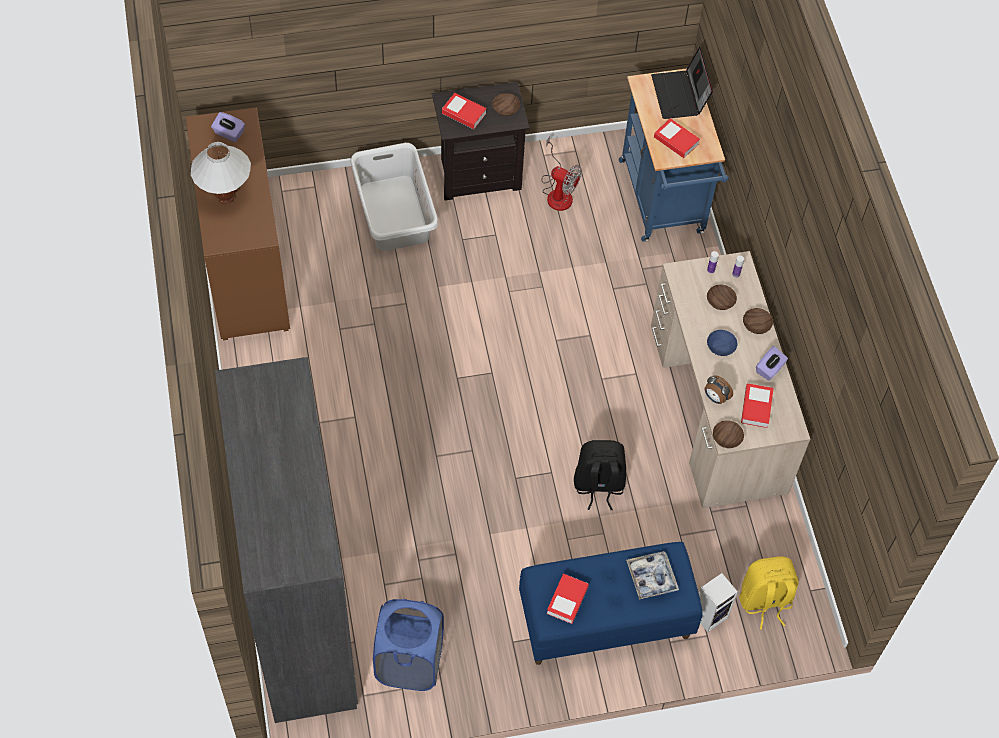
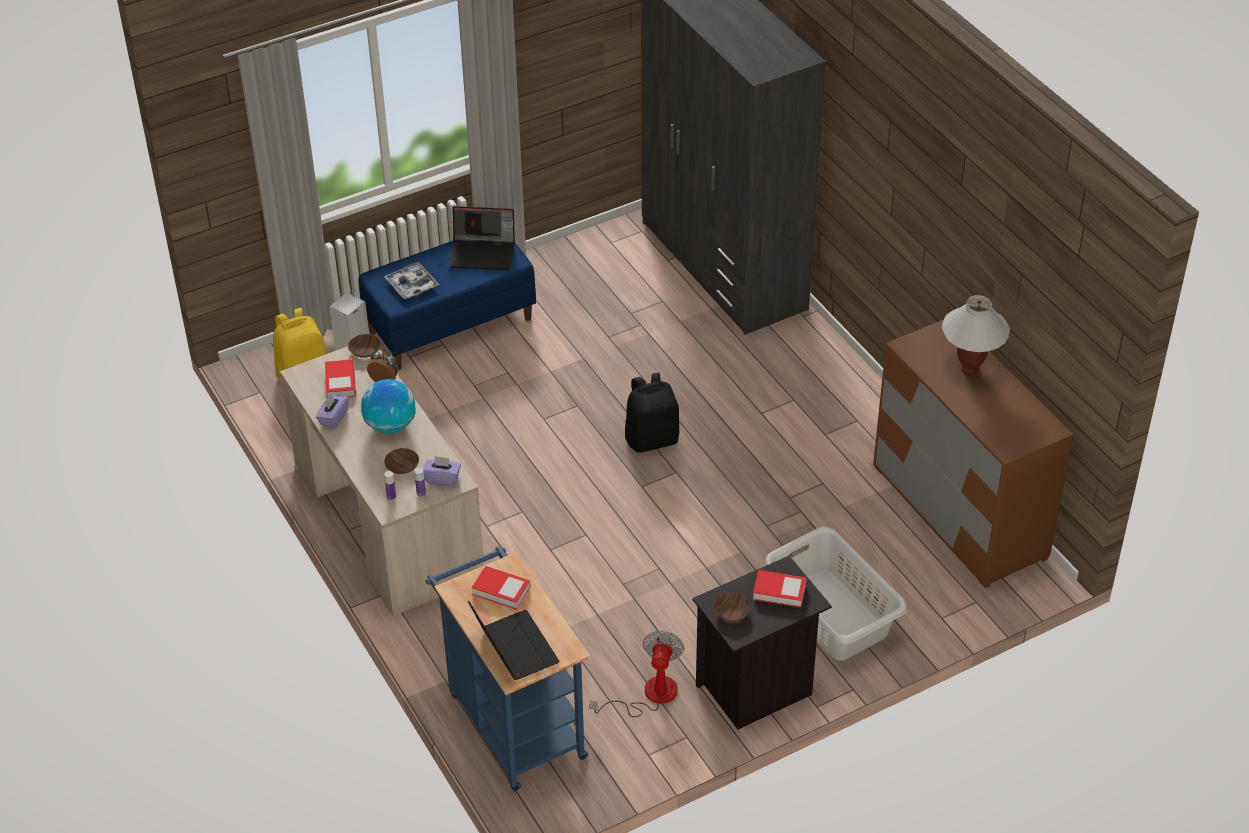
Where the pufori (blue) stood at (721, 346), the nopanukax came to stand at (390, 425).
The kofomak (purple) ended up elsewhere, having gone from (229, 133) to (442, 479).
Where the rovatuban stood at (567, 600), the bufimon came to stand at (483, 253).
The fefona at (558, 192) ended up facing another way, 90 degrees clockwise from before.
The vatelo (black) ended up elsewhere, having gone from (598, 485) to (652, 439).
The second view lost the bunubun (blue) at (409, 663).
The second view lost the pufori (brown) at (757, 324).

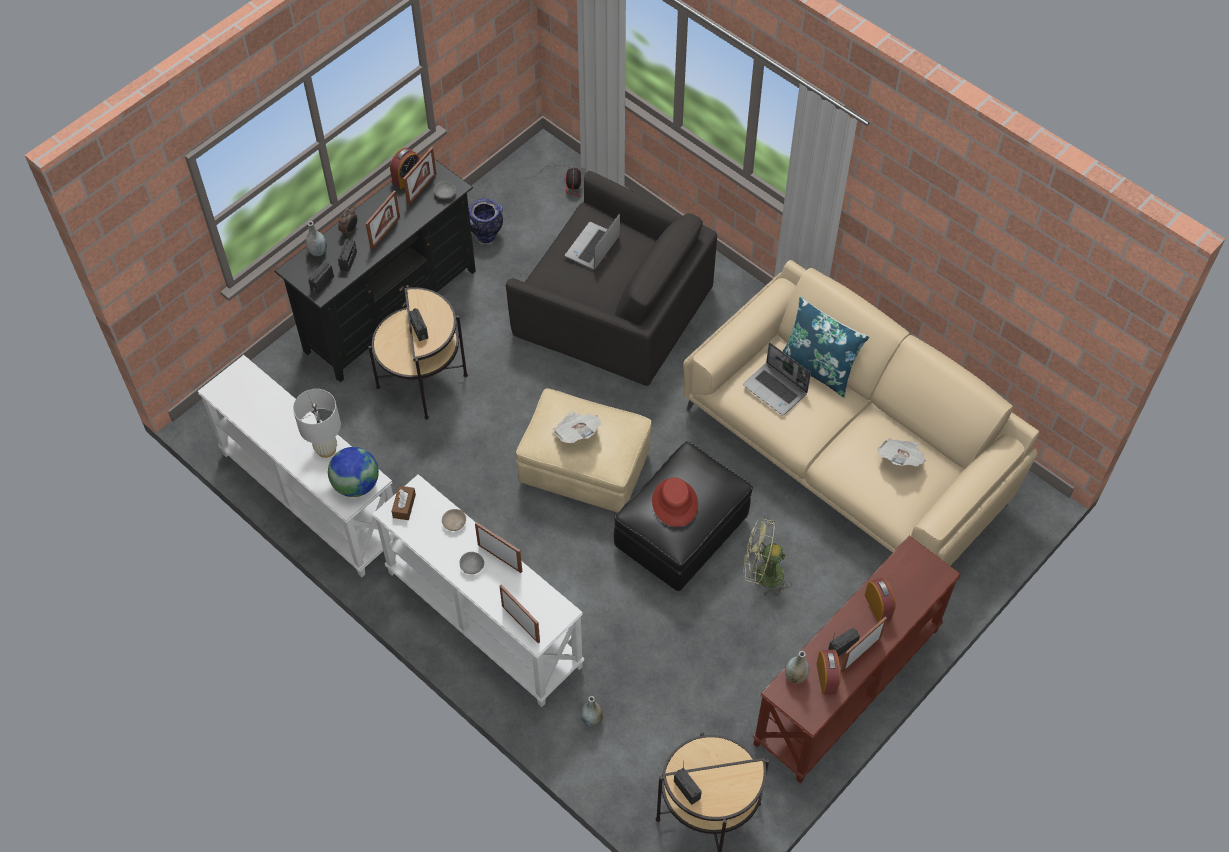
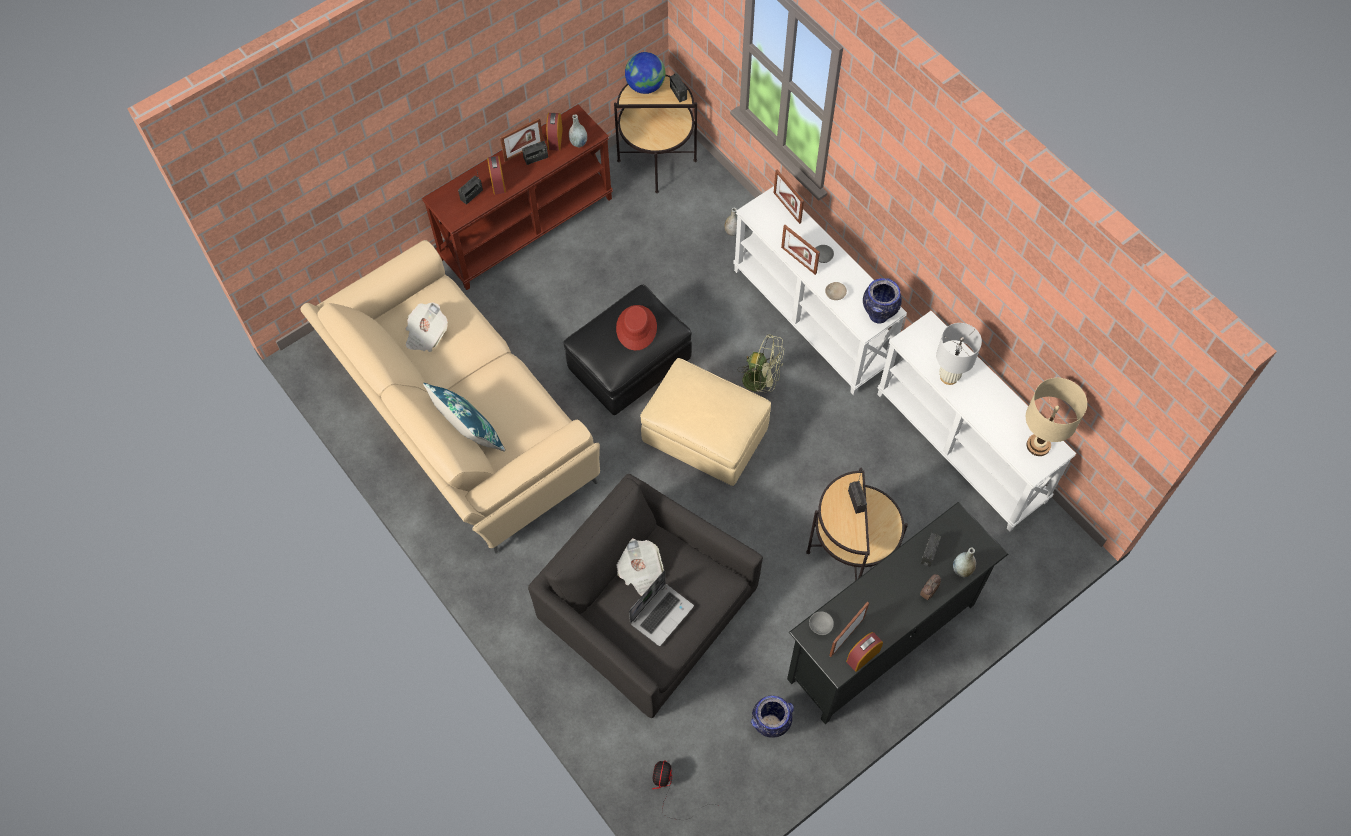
The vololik ended up elsewhere, having gone from (322, 283) to (471, 195).
The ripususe ended up elsewhere, having gone from (577, 433) to (640, 572).
The nopanukax ended up elsewhere, having gone from (356, 484) to (645, 86).
The fefona (green) ended up elsewhere, having gone from (762, 575) to (761, 381).
Where the kofomak (brown) stood at (404, 506), the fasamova came to stand at (878, 315).
The second view gained the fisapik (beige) at (1038, 445).
The second view lost the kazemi at (385, 233).
The second view lost the bufimon at (776, 389).

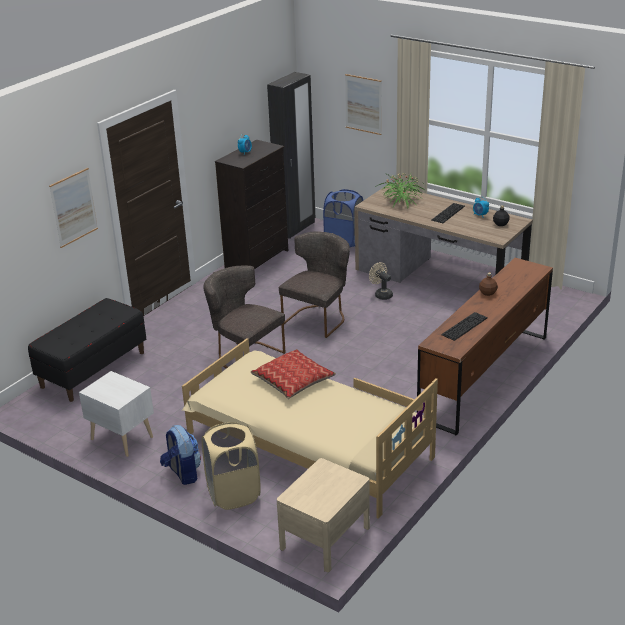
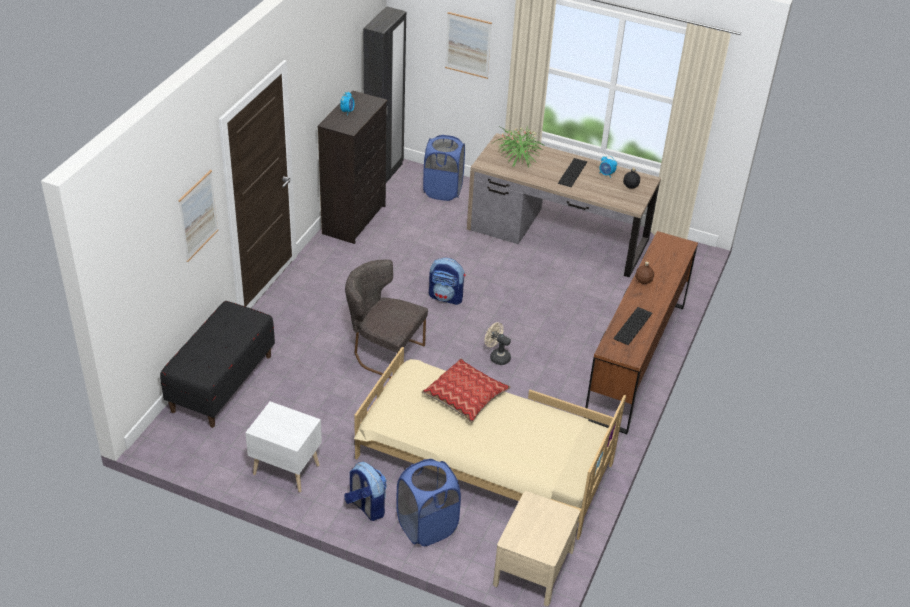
What was the bunubun (beige) at (233, 494) turned into the bunubun (blue) at (427, 526).
Where the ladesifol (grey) stood at (318, 318), the vatelo came to stand at (446, 297).
The fefona (beige) ended up elsewhere, having gone from (381, 294) to (497, 356).

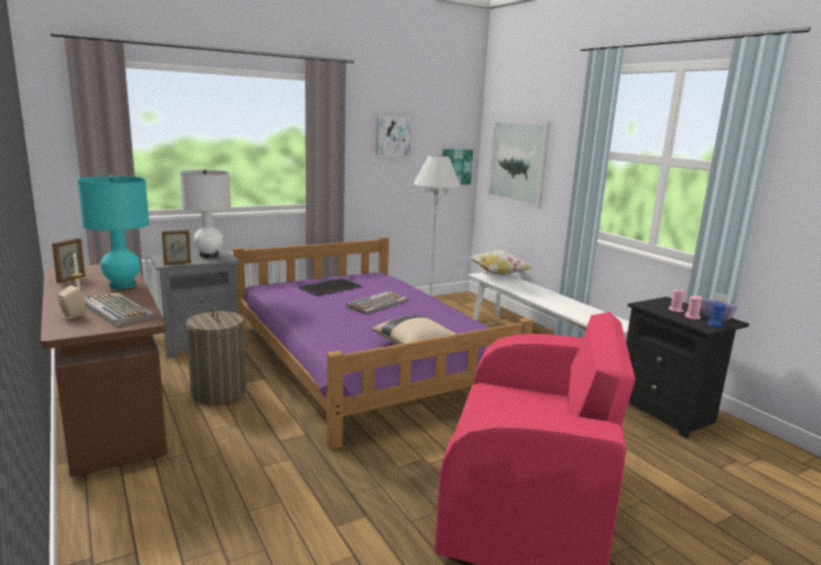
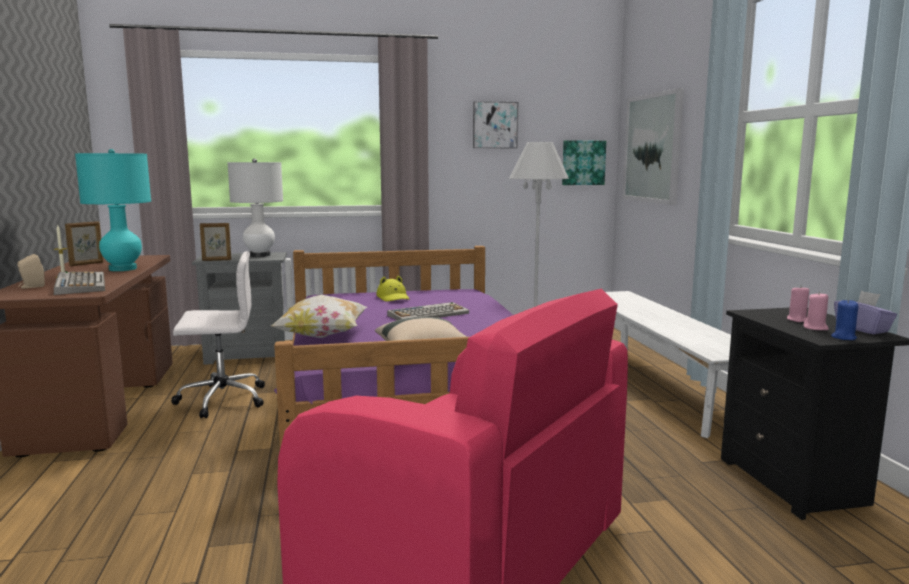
Where the bunubun stood at (219, 392), the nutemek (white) came to stand at (221, 399).
The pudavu ended up elsewhere, having gone from (498, 274) to (323, 336).
Where the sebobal stood at (330, 287), the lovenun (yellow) came to stand at (393, 298).

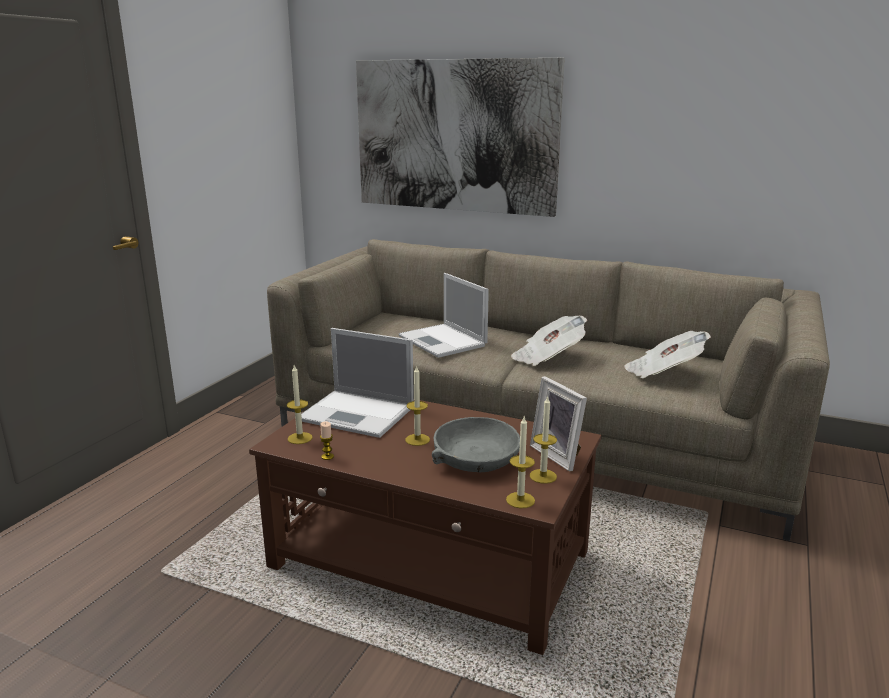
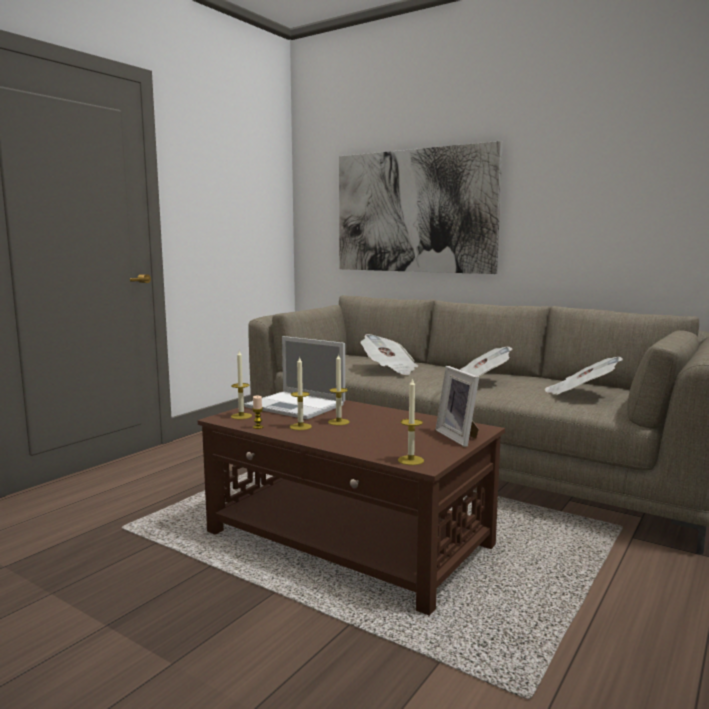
The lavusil ended up elsewhere, having gone from (543, 476) to (300, 427).
Where the bufimon stood at (443, 341), the ripususe came to stand at (389, 370).
The second view lost the pufori (grey) at (476, 458).

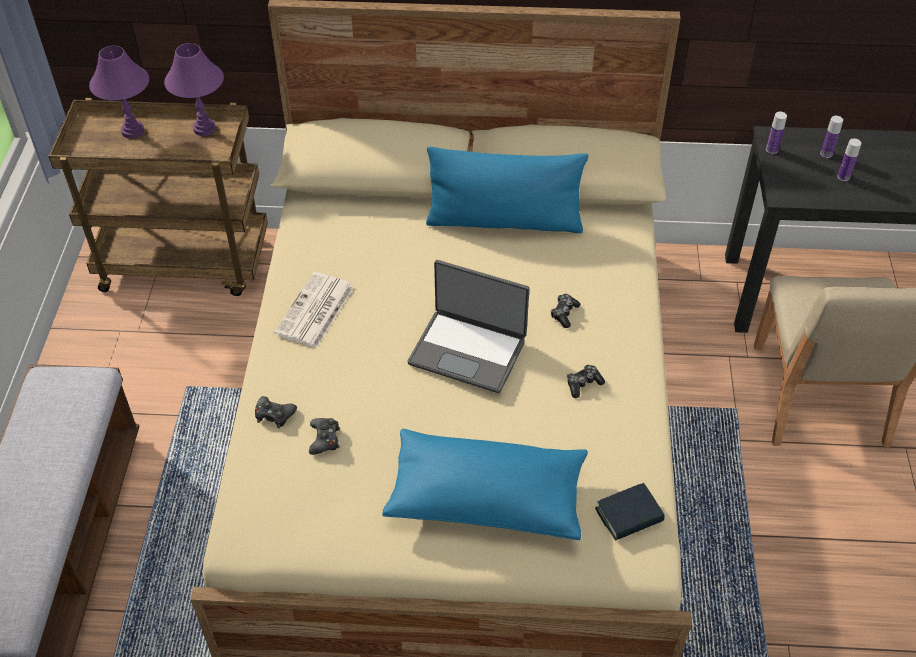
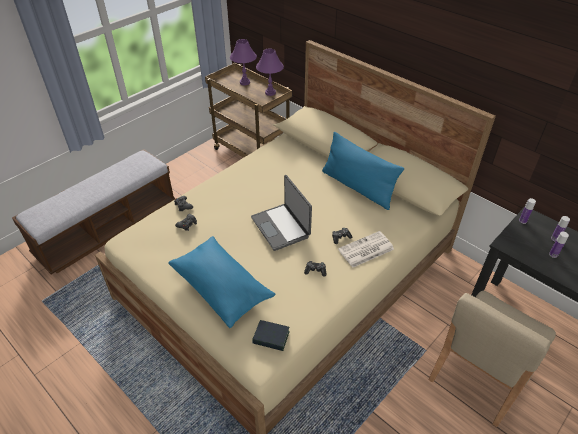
The ripususe ended up elsewhere, having gone from (315, 311) to (365, 250).

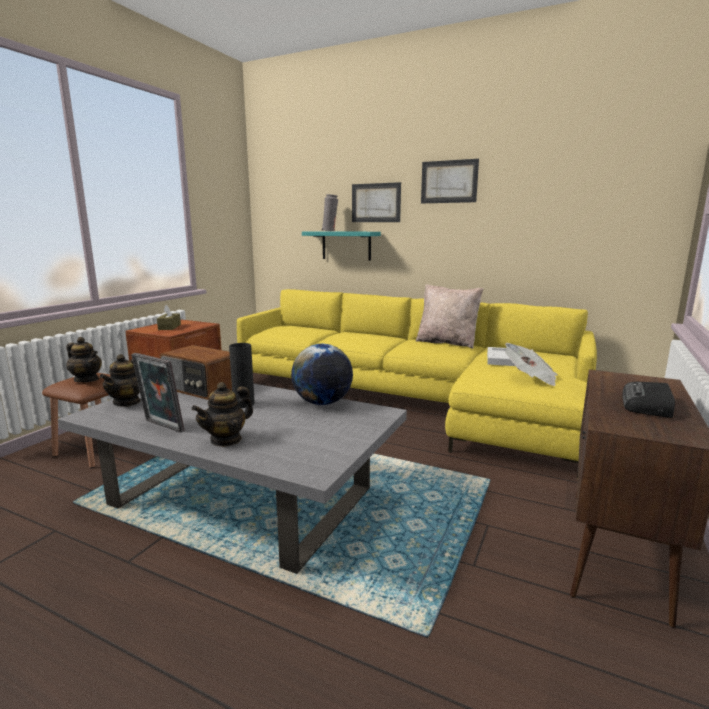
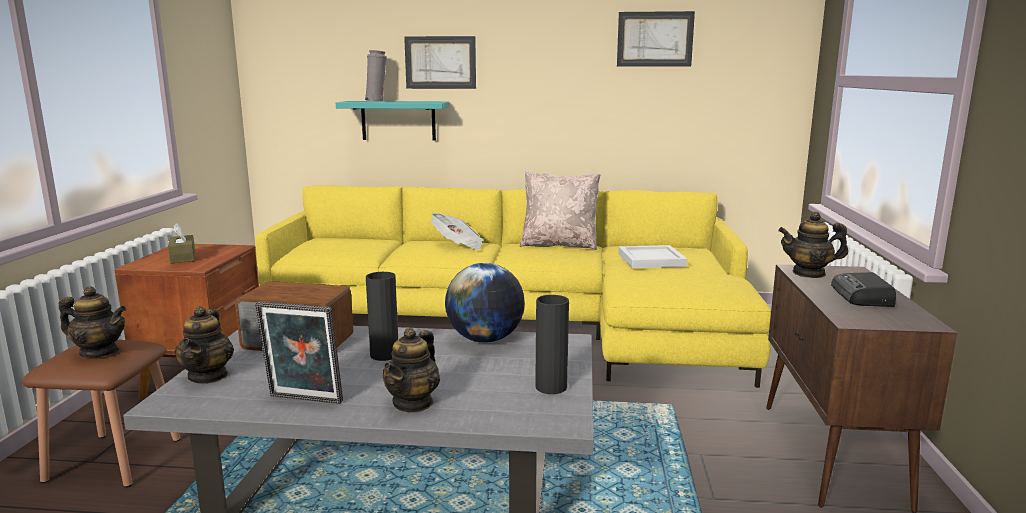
The ripususe ended up elsewhere, having gone from (530, 378) to (458, 246).
The second view gained the fasamova (black) at (551, 387).
The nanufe ended up elsewhere, having gone from (449, 181) to (655, 39).
The second view gained the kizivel at (809, 273).

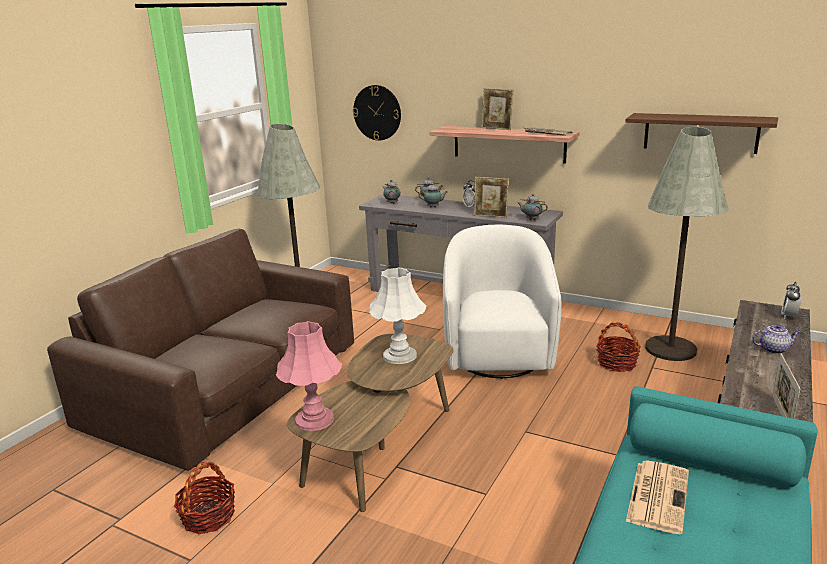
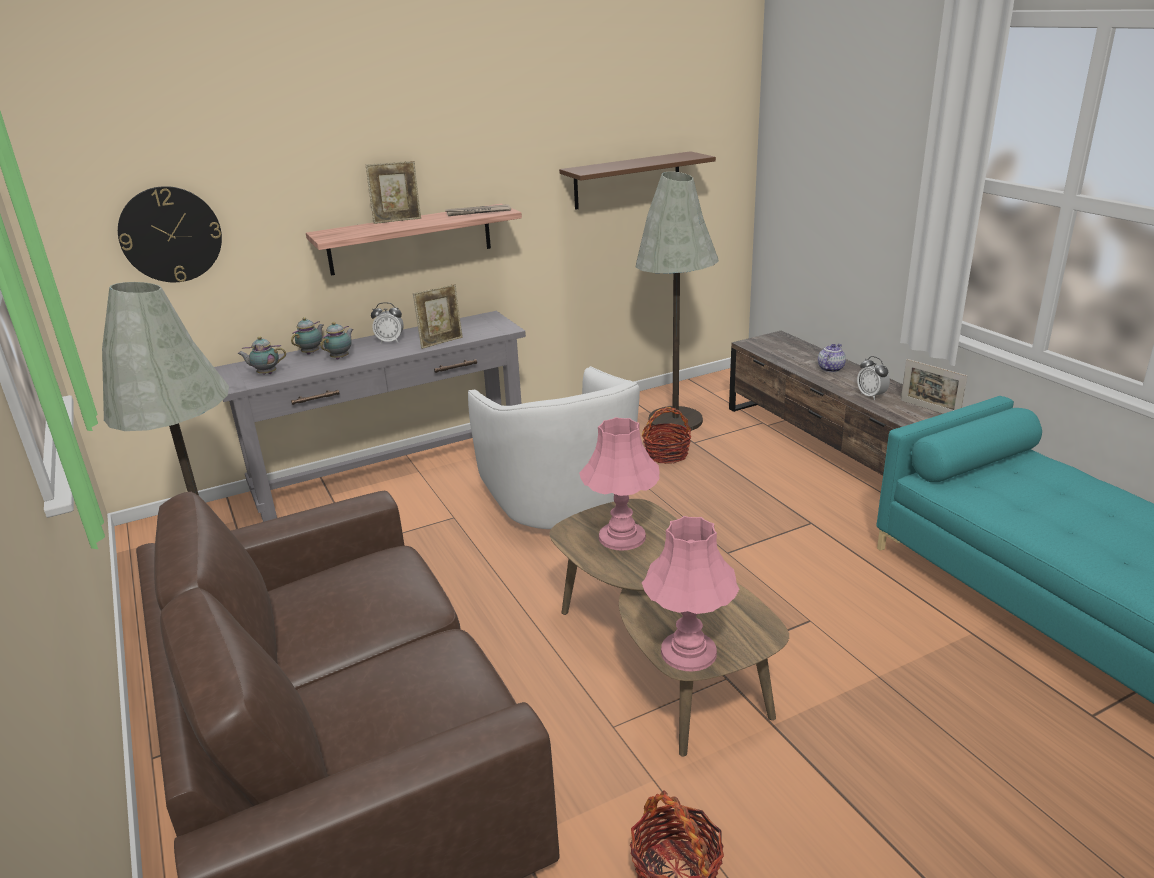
The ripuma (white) at (498, 353) ended up facing another way, 150 degrees counterclockwise from before.
What was the fisapik (white) at (399, 355) turned into the fisapik (pink) at (621, 537).
The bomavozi ended up elsewhere, having gone from (789, 316) to (871, 396).
The second view lost the kizivel at (531, 219).
The second view lost the ripususe at (657, 495).

